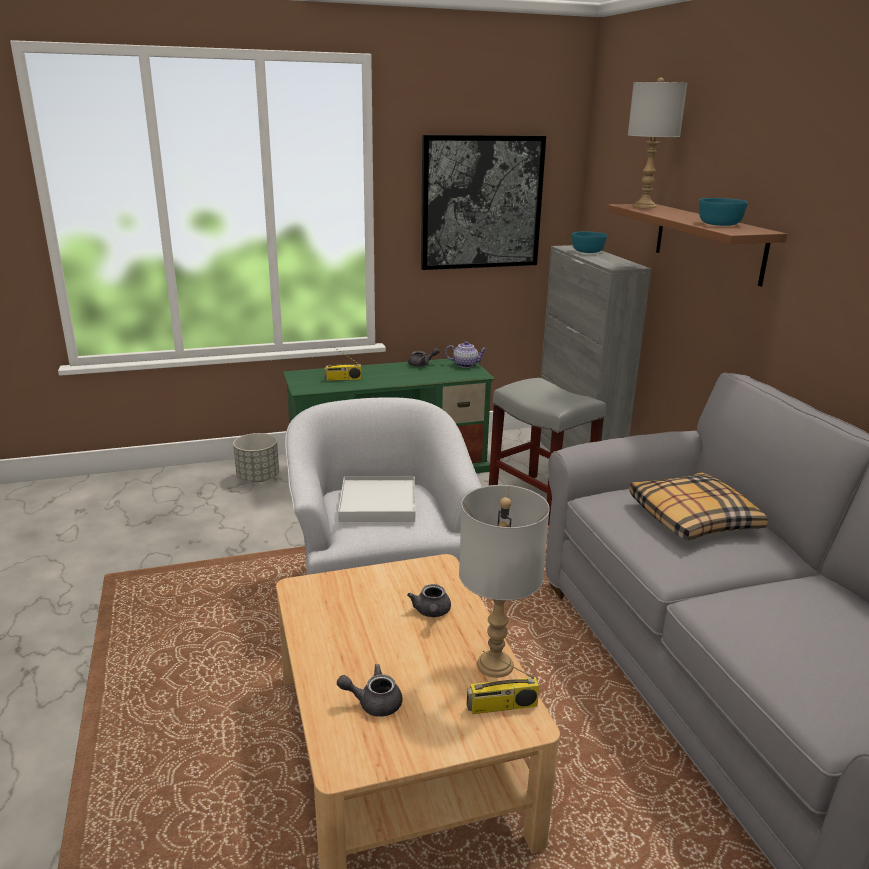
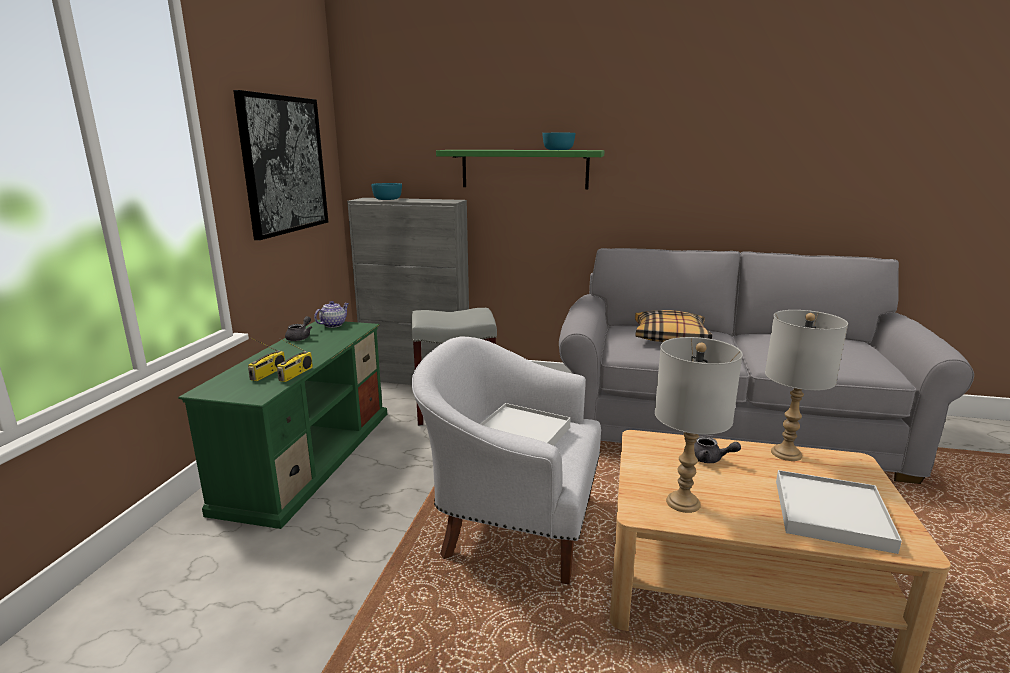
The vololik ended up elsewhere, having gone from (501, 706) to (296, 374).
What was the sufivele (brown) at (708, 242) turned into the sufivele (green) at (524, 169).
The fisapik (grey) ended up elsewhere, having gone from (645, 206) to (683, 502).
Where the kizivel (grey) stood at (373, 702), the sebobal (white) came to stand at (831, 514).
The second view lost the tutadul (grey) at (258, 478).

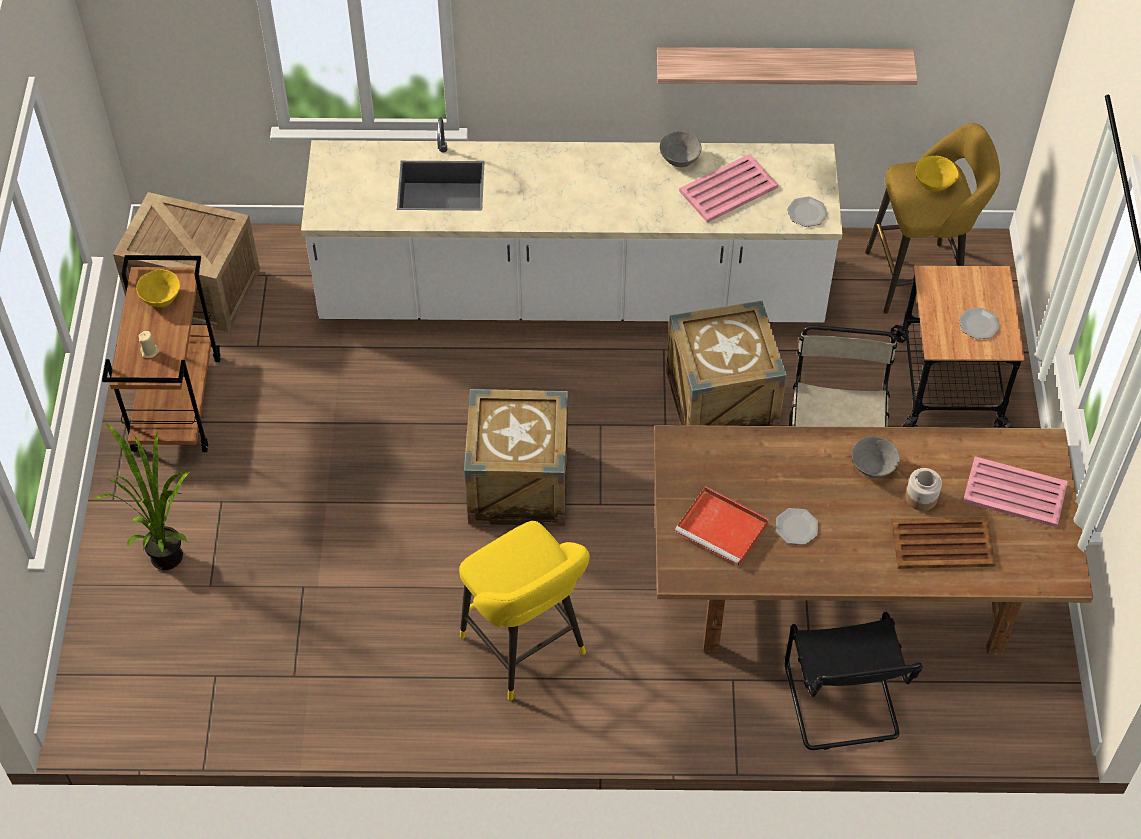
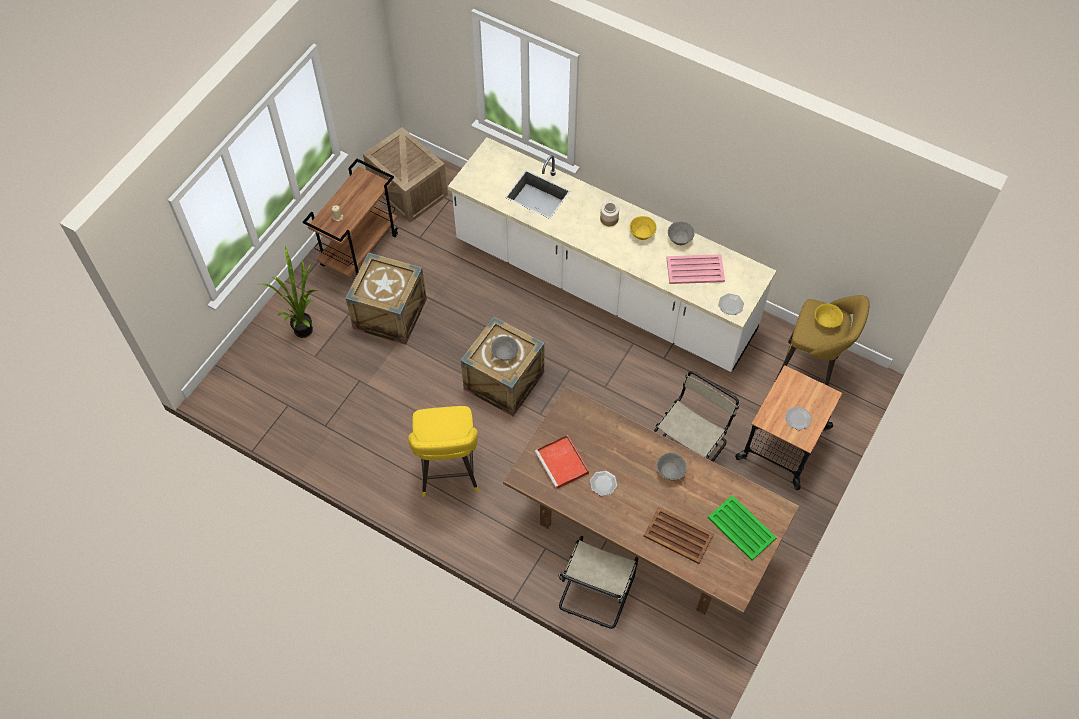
The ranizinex ended up elsewhere, having gone from (721, 401) to (390, 314).
The second view gained the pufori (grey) at (504, 354).
What was the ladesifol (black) at (842, 705) turned into the ladesifol (beige) at (595, 594).
The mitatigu ended up elsewhere, having gone from (921, 498) to (609, 219).
The pufori (yellow) ended up elsewhere, having gone from (161, 298) to (642, 234).
What was the sebobal (pink) at (1015, 493) turned into the sebobal (green) at (742, 528).
The second view lost the sufivele at (783, 64).

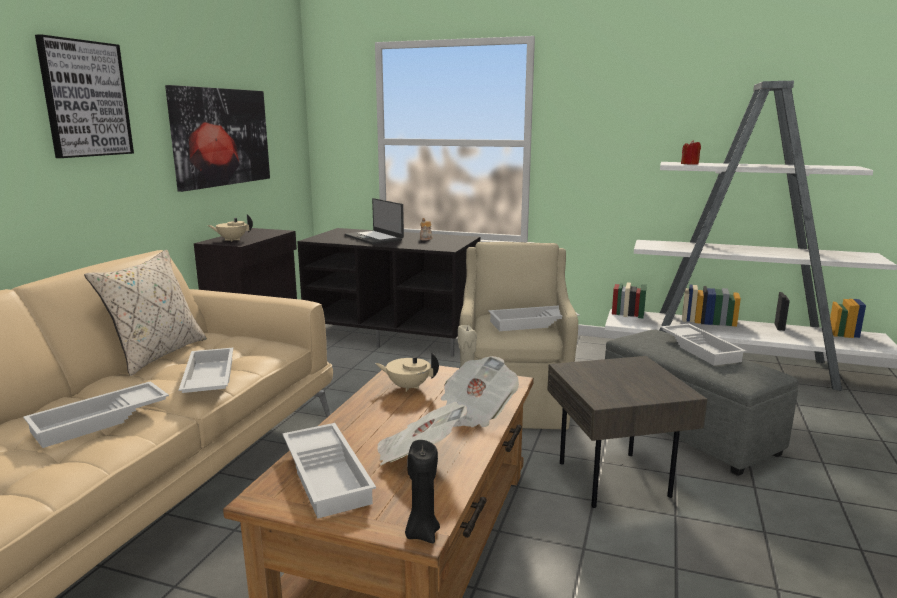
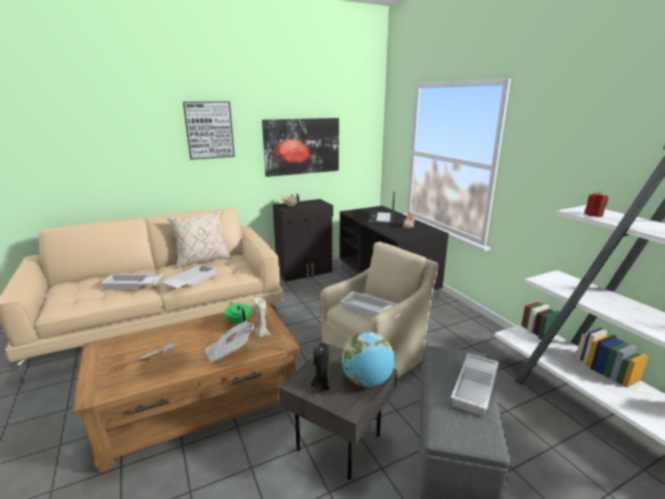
What was the kizivel (beige) at (408, 387) turned into the kizivel (green) at (239, 321).
The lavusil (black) ended up elsewhere, having gone from (422, 533) to (320, 387).
The second view gained the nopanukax at (367, 381).
The second view lost the sebobal (white) at (329, 475).

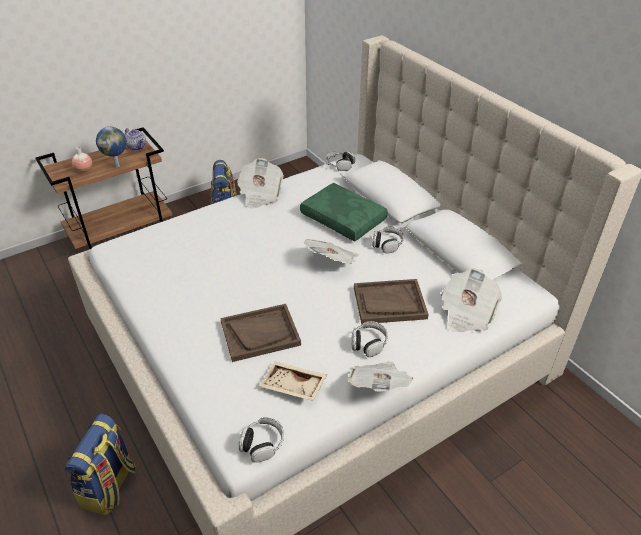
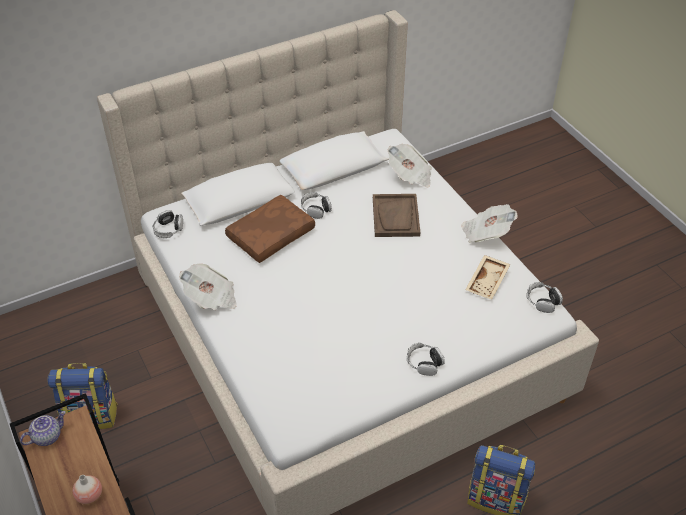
What was the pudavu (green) at (344, 219) turned into the pudavu (brown) at (270, 234).
The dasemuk ended up elsewhere, having gone from (368, 343) to (424, 363).
The second view lost the nopanukax at (117, 165).
The second view lost the sebobal (brown) at (260, 333).
The second view lost the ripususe at (332, 262).

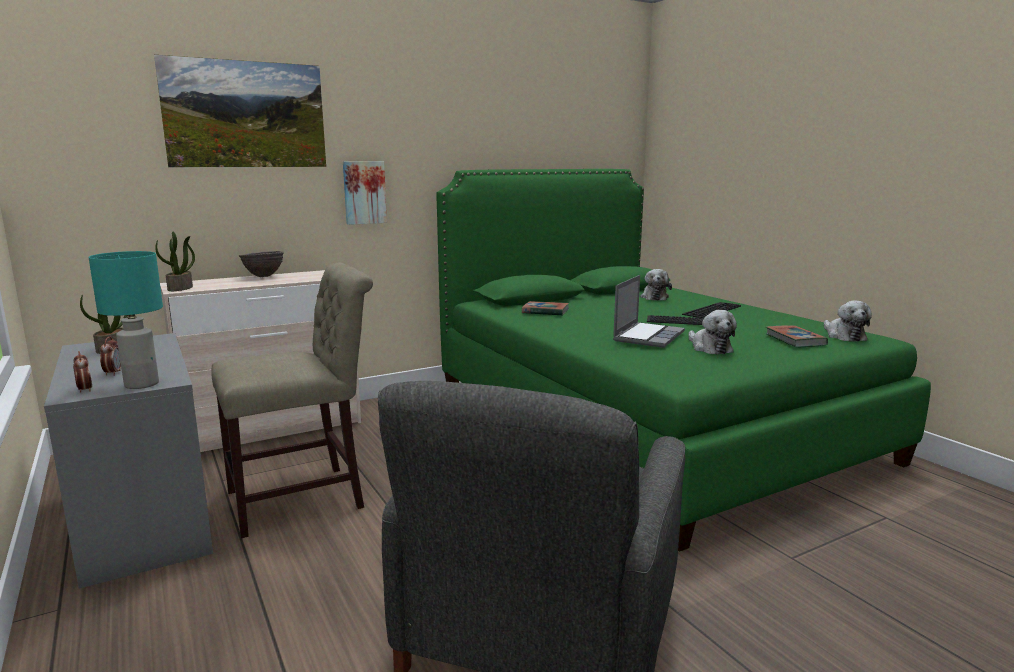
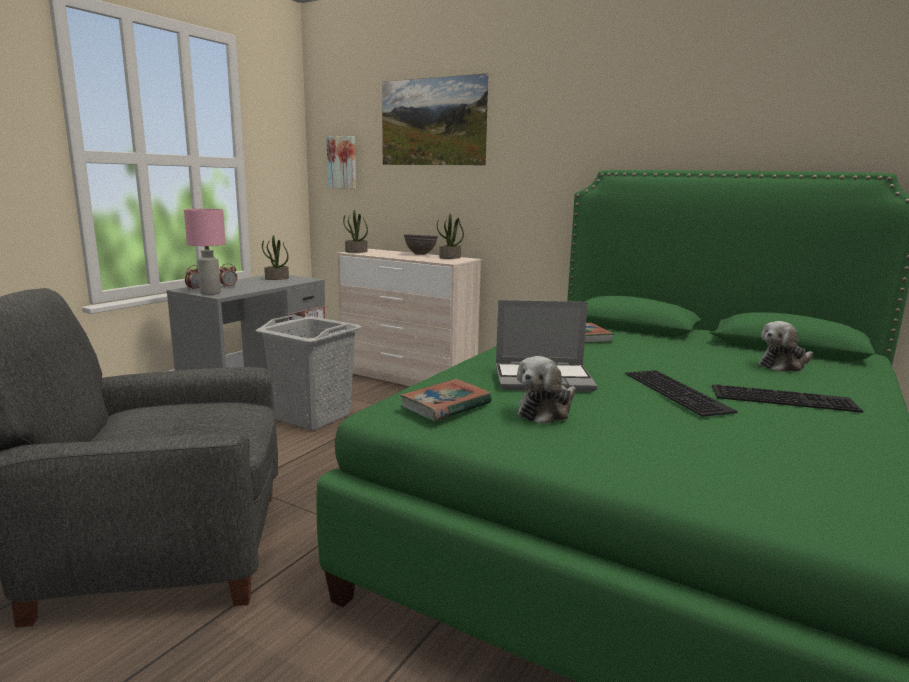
What was the fisapik (turquoise) at (141, 384) turned into the fisapik (pink) at (210, 293).
Where the ladesifol (beige) stood at (304, 498), the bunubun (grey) came to stand at (313, 417).
The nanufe ended up elsewhere, having gone from (364, 192) to (343, 162).
The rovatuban ended up elsewhere, having gone from (795, 340) to (445, 405).
The second view gained the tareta at (450, 258).
The second view lost the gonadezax at (843, 336).

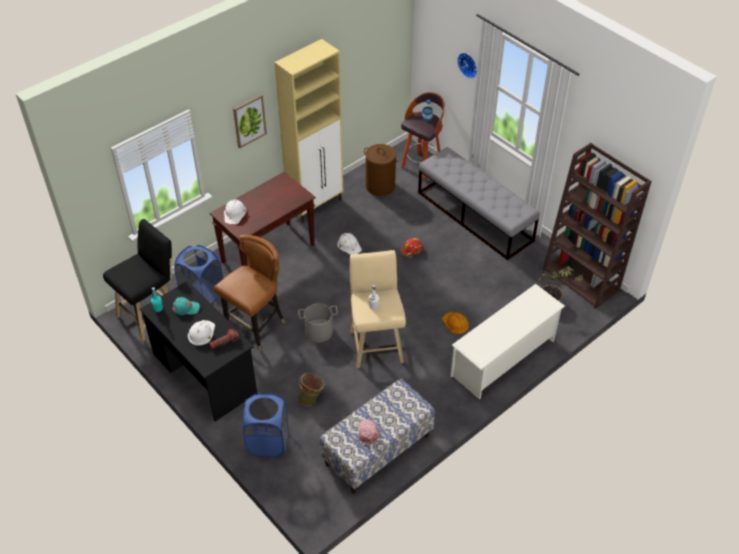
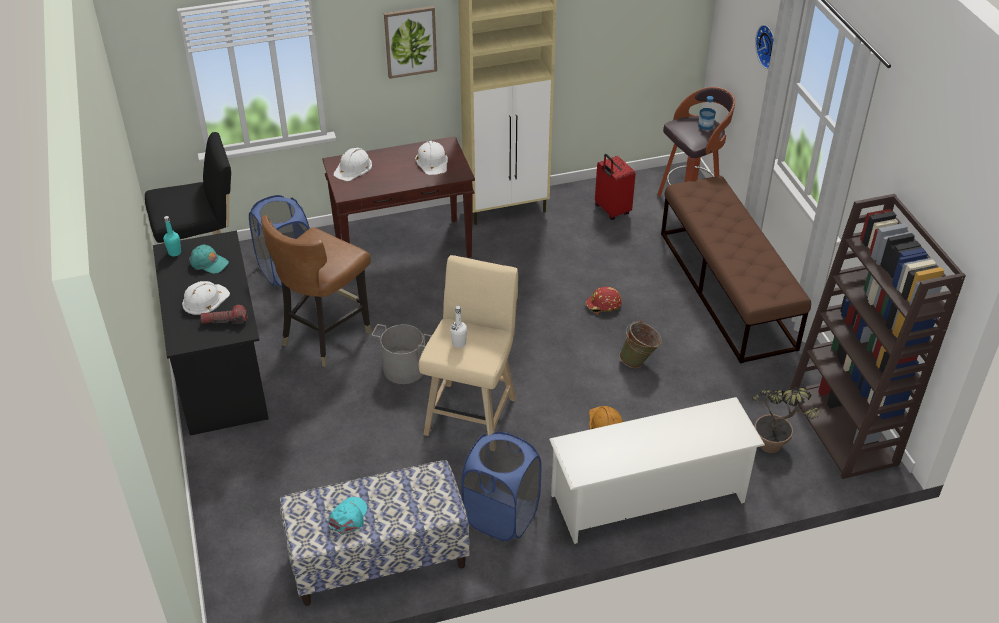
The ladesifol (brown) at (256, 327) ended up facing another way, 150 degrees clockwise from before.
What was the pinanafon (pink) at (368, 432) turned into the pinanafon (turquoise) at (349, 517).
The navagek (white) ended up elsewhere, having gone from (349, 245) to (432, 161).
The bunubun (blue) ended up elsewhere, having gone from (268, 442) to (501, 516).
Where the bunubun (brown) stood at (380, 186), the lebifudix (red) came to stand at (611, 210).
The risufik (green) ended up elsewhere, having gone from (312, 398) to (639, 361).
What was the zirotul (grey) at (475, 216) turned into the zirotul (brown) at (726, 289).

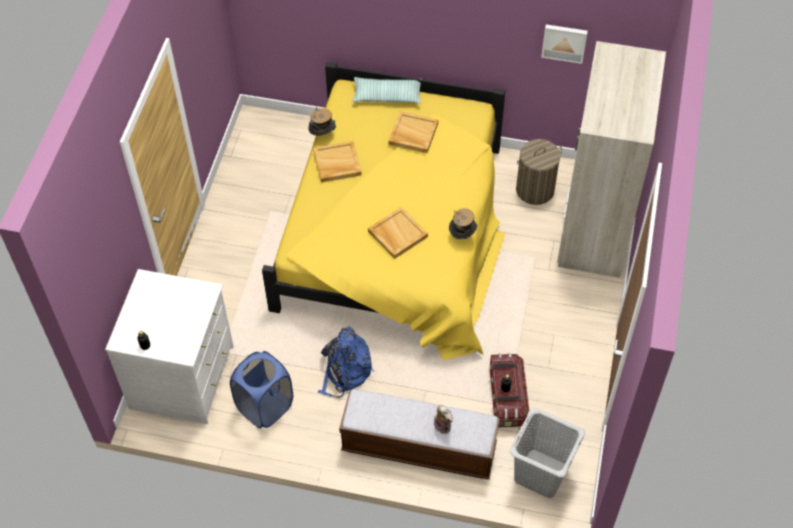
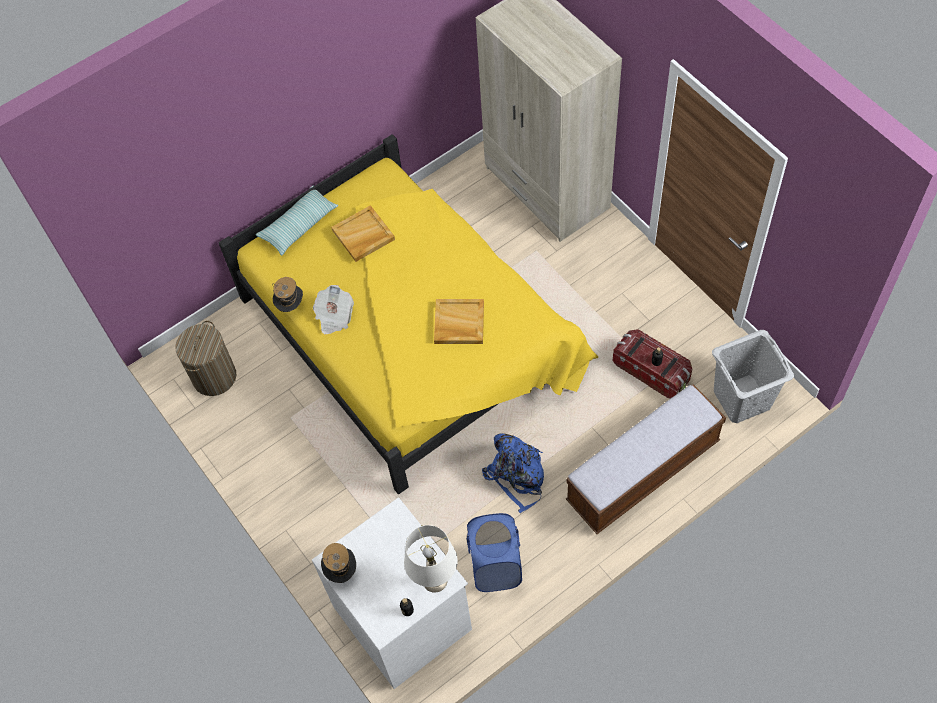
The bunubun ended up elsewhere, having gone from (535, 190) to (214, 376).
Where the sebobal (beige) stood at (337, 163), the ripususe came to stand at (334, 316).
The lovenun ended up elsewhere, having gone from (462, 236) to (341, 571).
The second view gained the fisapik (white) at (434, 580).
The second view lost the gonadezax at (443, 426).
The second view lost the nanufe at (564, 42).

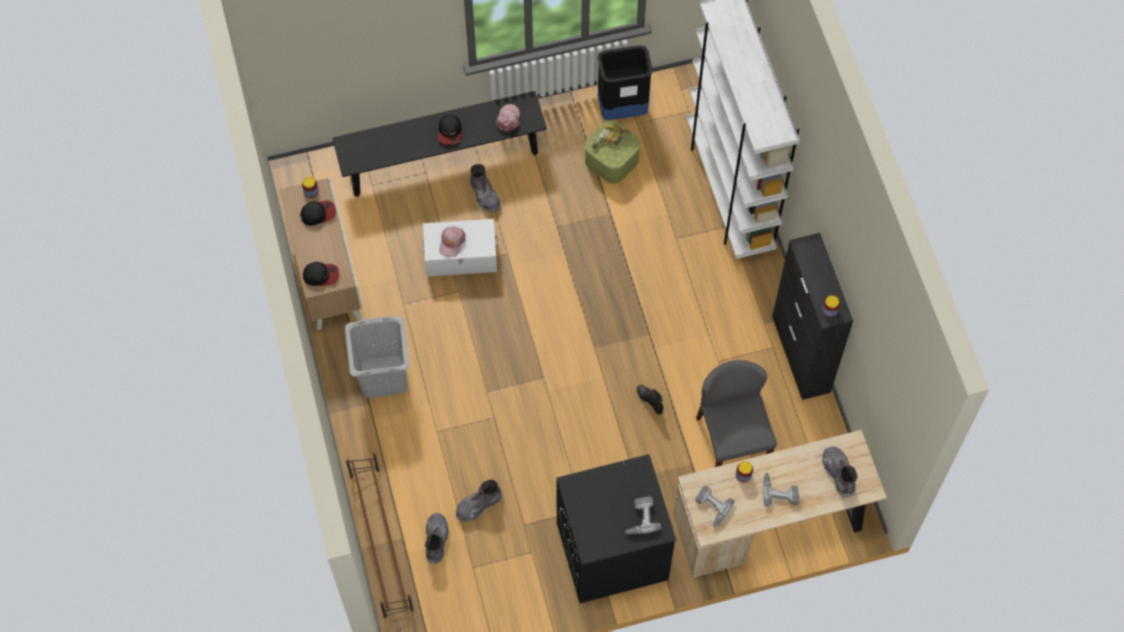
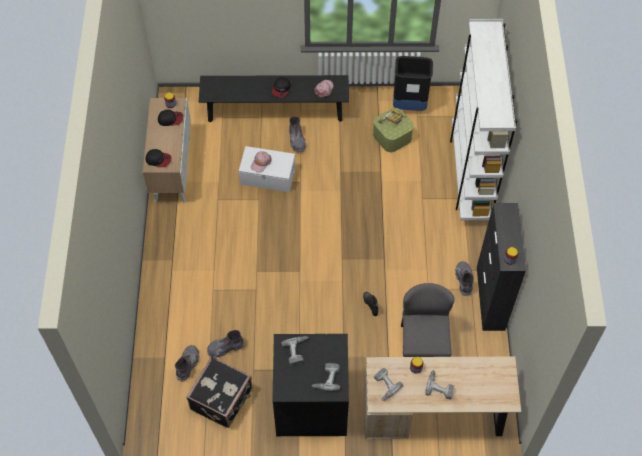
The second view gained the lebifudix (black) at (222, 399).
The second view gained the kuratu at (297, 351).
The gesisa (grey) ended up elsewhere, having gone from (838, 473) to (464, 280).
The second view lost the bunubun (grey) at (383, 376).
The second view lost the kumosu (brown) at (381, 541).

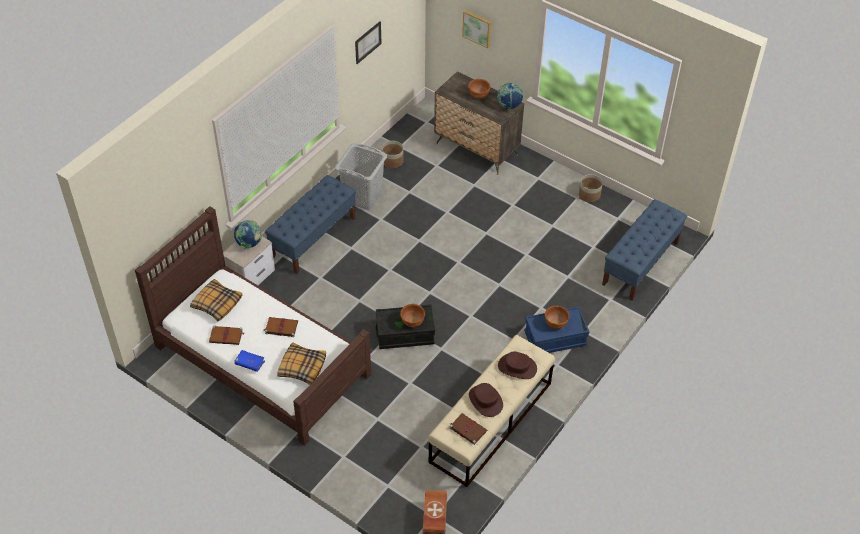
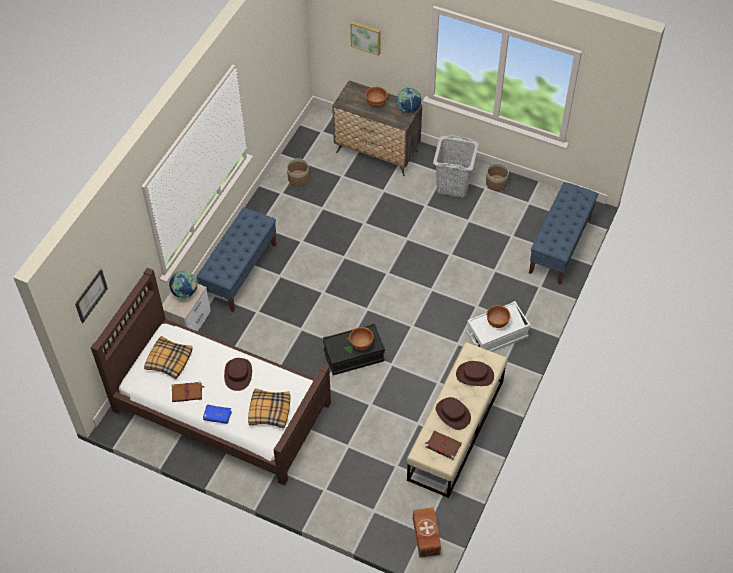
The nanufe ended up elsewhere, having gone from (367, 42) to (91, 295).
Where the rovatuban (brown) stood at (281, 327), the lovenun (brown) came to stand at (238, 374).
The bunubun (grey) ended up elsewhere, having gone from (363, 196) to (453, 185).
What was the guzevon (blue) at (555, 339) turned into the guzevon (white) at (497, 335).

